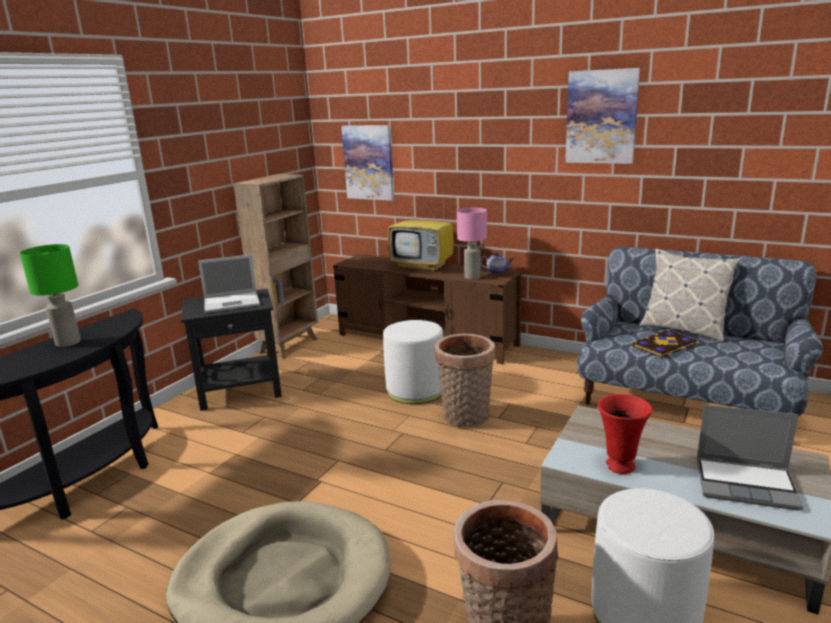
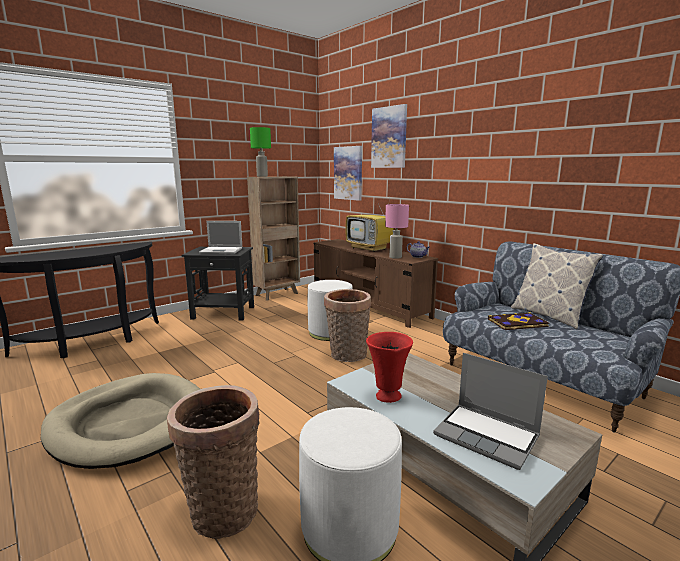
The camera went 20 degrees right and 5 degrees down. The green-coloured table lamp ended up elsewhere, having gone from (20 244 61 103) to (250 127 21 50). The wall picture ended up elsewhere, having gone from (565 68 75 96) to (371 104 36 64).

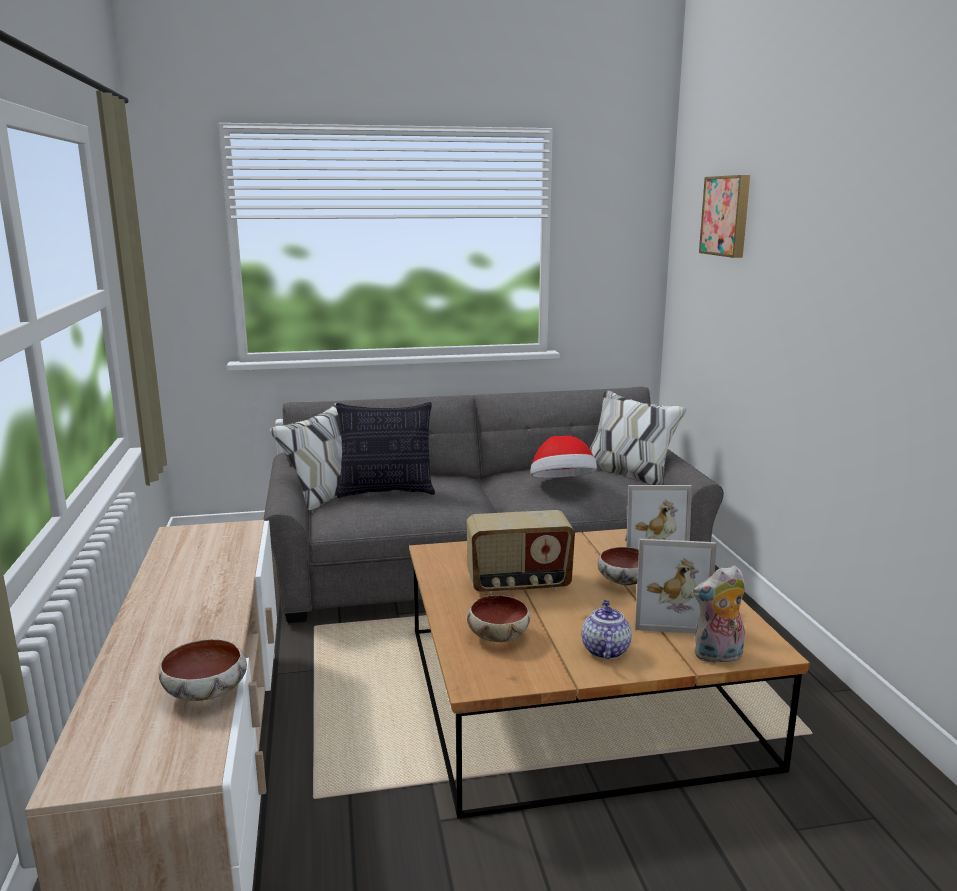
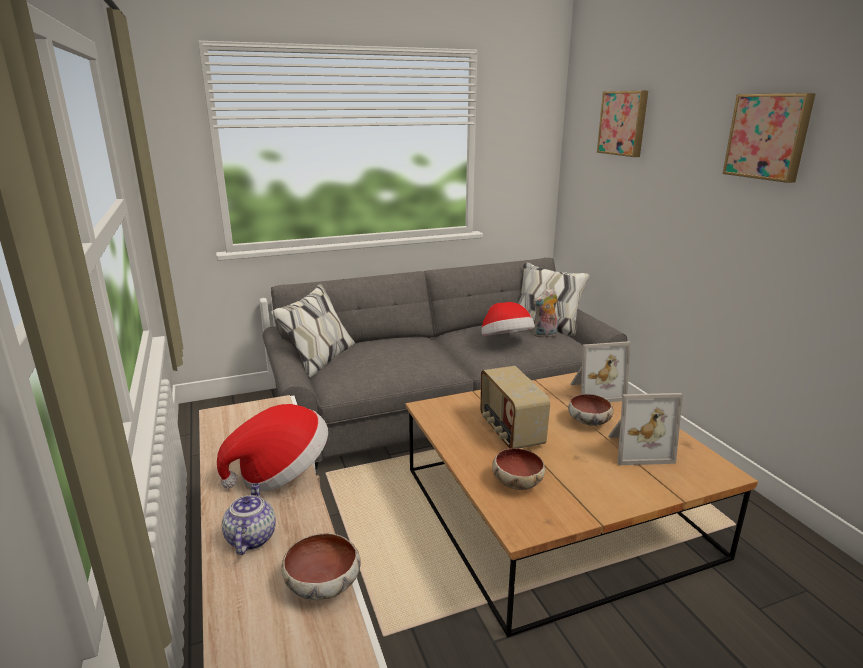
The camera went 10 degrees left and 5 degrees up. The second view gained the wearable hat at (217 404 111 88). The tea pot ended up elsewhere, having gone from (581 600 51 59) to (222 483 54 72). The radio at (466 510 109 84) ended up facing another way, 90 degrees clockwise from before. The cuddly toy ended up elsewhere, having gone from (693 565 52 98) to (533 288 25 50). The second view gained the wall picture at (723 93 93 90). The second view lost the pillow at (336 402 99 96).

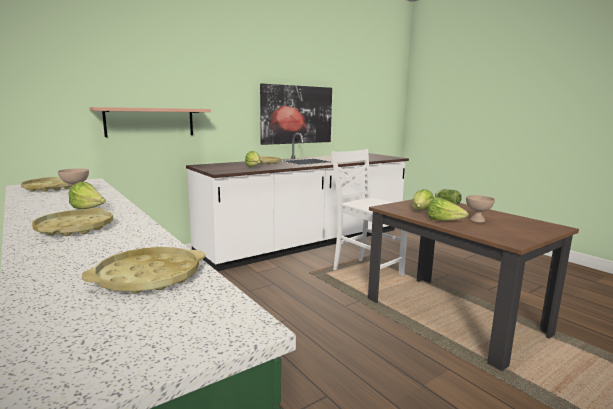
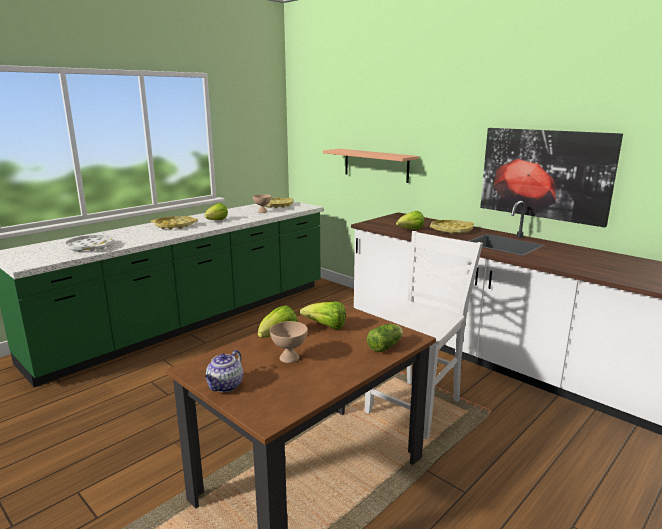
The camera went 80 degrees right and 5 degrees up. What was the yellow-coloured serving tray at (82 247 123 47) turned into the white serving tray at (65 235 49 17). The second view gained the tea pot at (205 350 38 42).

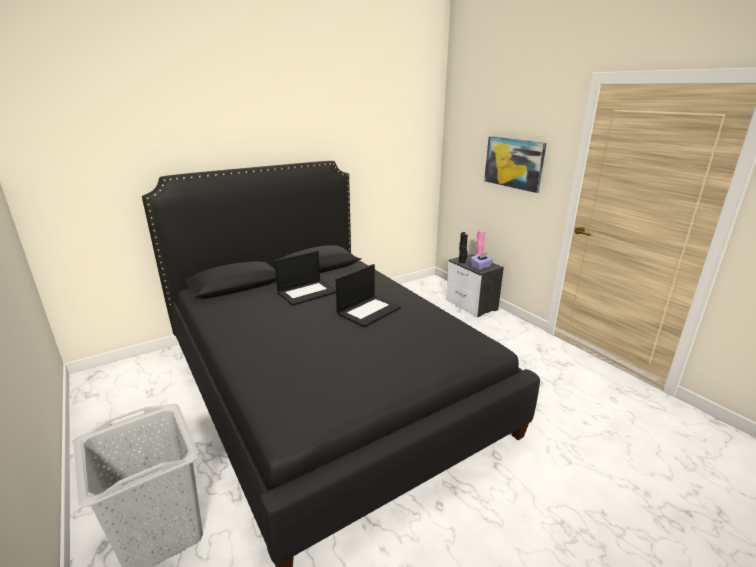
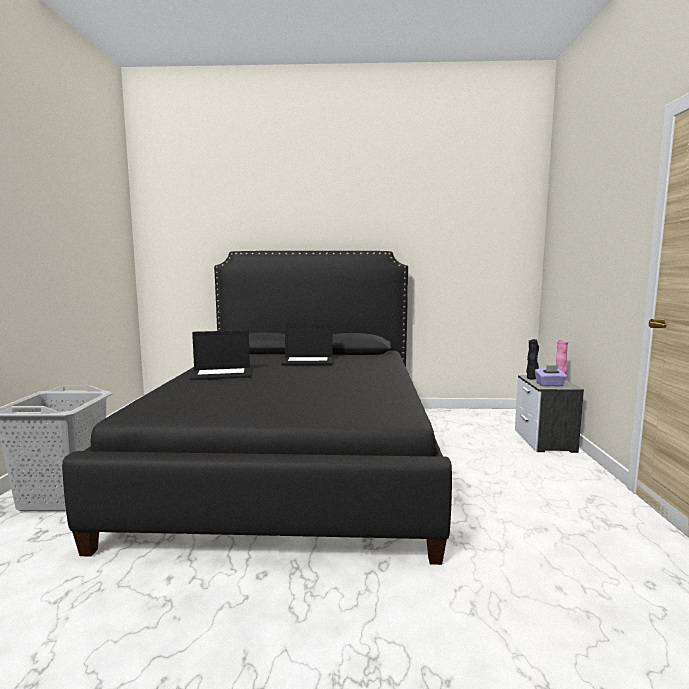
The camera went 35 degrees right and 15 degrees down. The portable computer ended up elsewhere, having gone from (336 264 65 63) to (189 330 62 50). The second view lost the wall picture at (484 136 62 57).

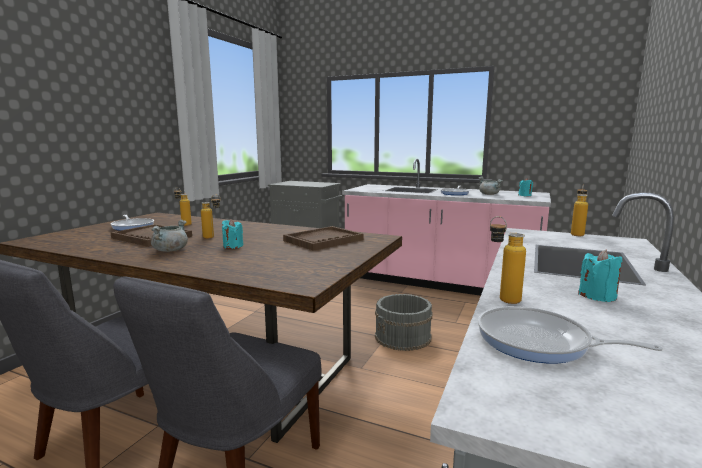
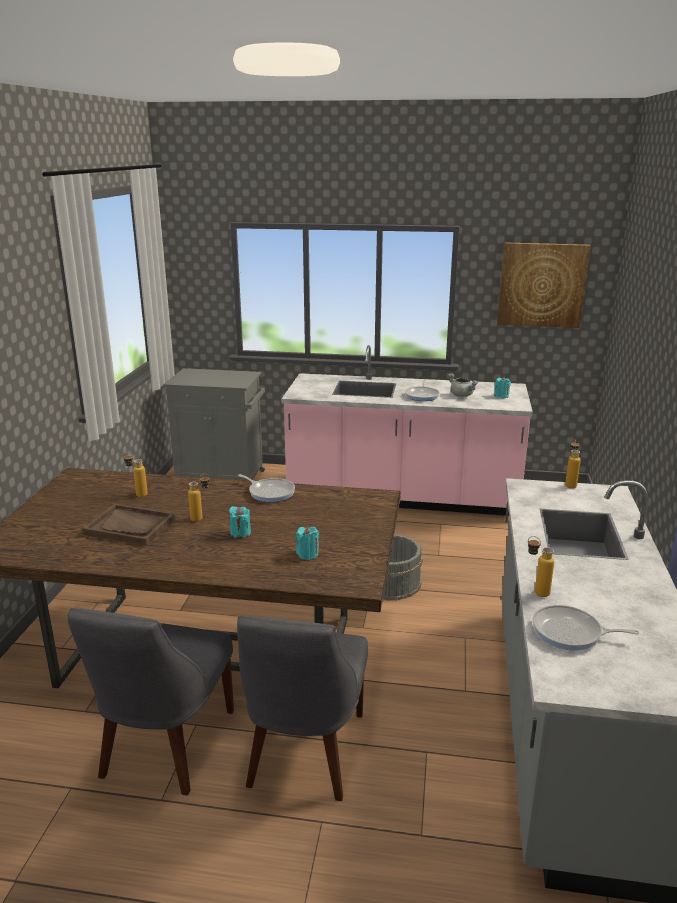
The camera went 15 degrees left and 10 degrees up. The skillet ended up elsewhere, having gone from (111 215 43 15) to (238 474 57 28). The turquoise candle ended up elsewhere, having gone from (578 249 44 53) to (296 526 23 34). The second view gained the wall picture at (497 242 94 86). The second view lost the grey saucepot at (151 220 37 32). The second view lost the brownish serving tray at (283 226 81 25).

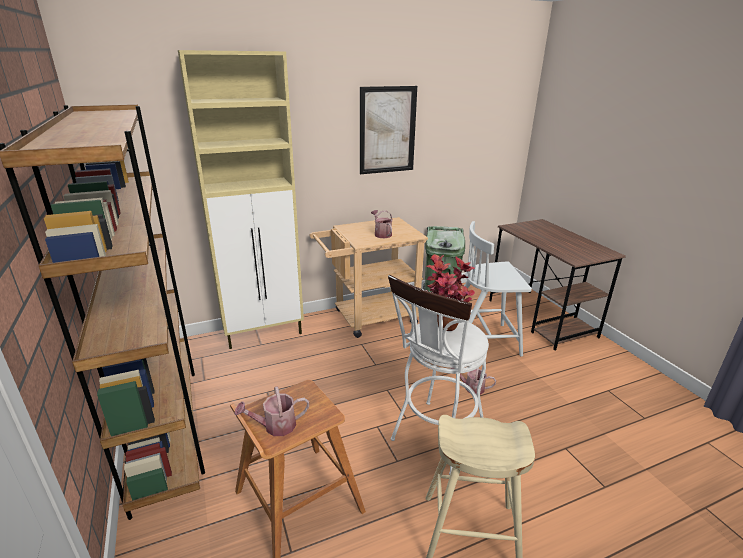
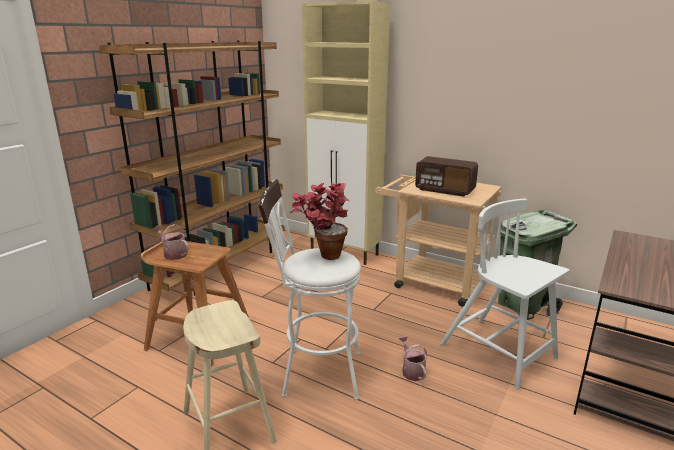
The camera went 55 degrees right and 5 degrees down. Where the watering can stood at (371 210 21 28), the radio came to stand at (415 156 63 41). The second view lost the wall picture at (360 86 57 88).

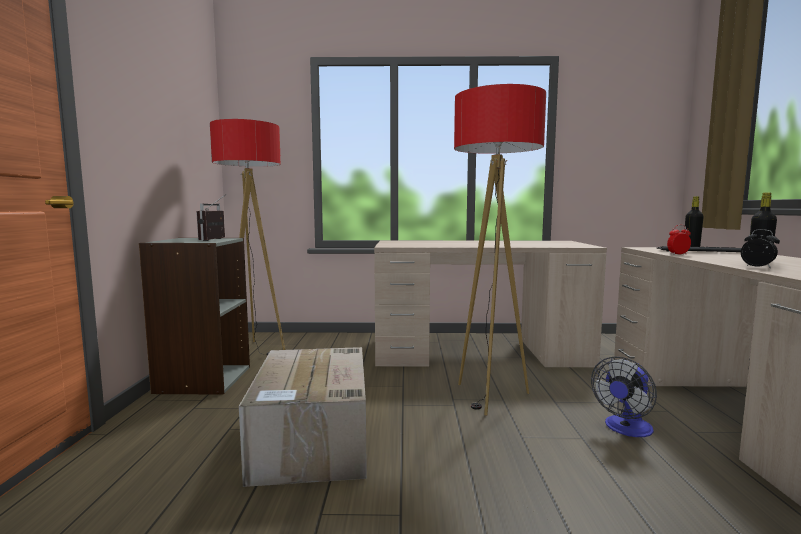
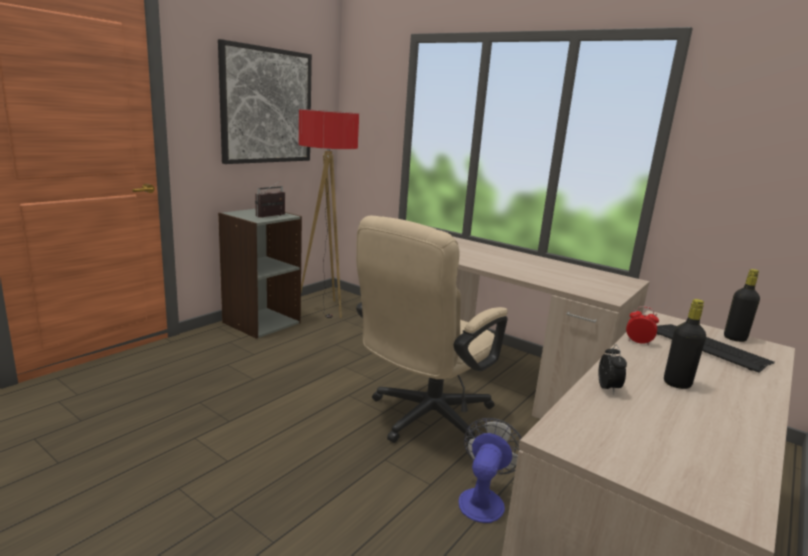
The camera went 35 degrees right and 10 degrees up. The second view gained the wall picture at (218 39 94 125). Where the floor lamp stood at (454 84 92 332), the beige computer chair came to stand at (356 216 152 230). The fan at (591 356 66 81) ended up facing another way, 120 degrees clockwise from before. The second view lost the packing box at (239 347 128 140).

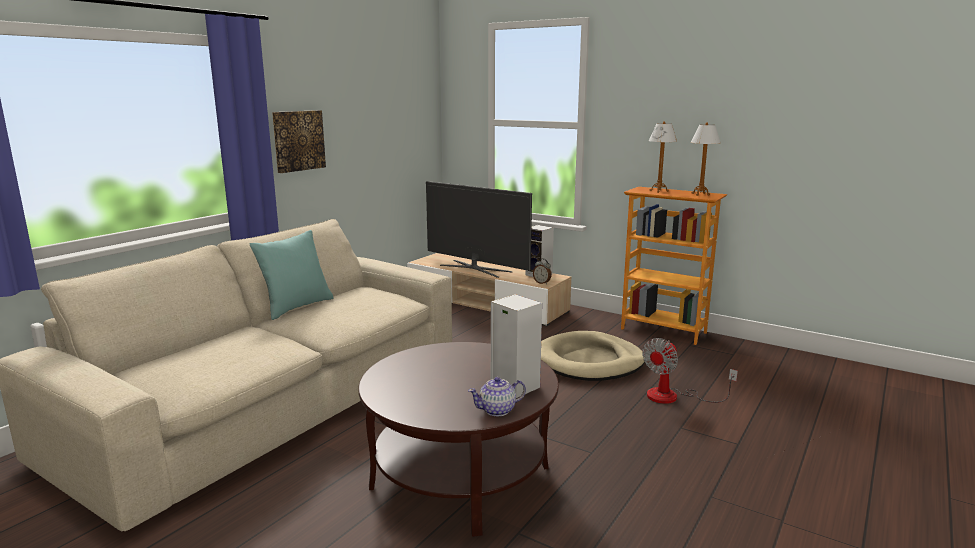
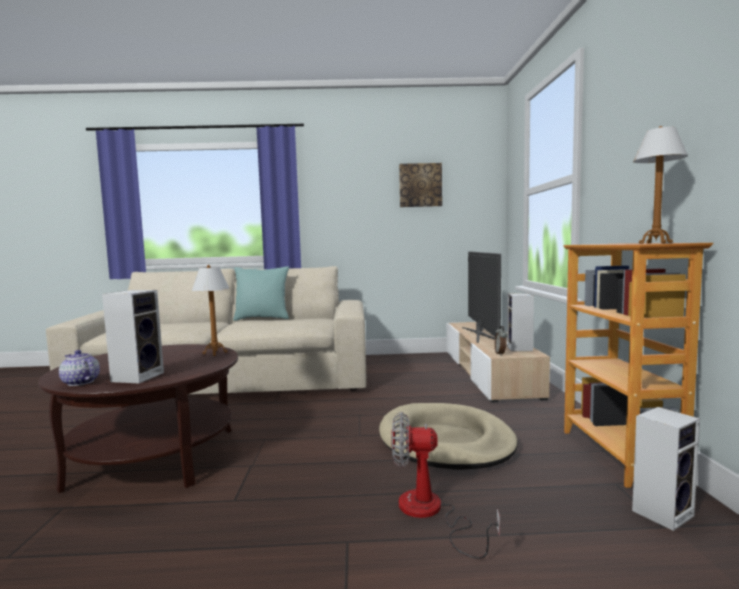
The camera went 55 degrees right and 10 degrees down. The table lamp ended up elsewhere, having gone from (649 121 28 72) to (192 265 38 91). The wall picture ended up elsewhere, having gone from (272 110 54 63) to (399 163 43 44). The second view gained the loudspeaker at (632 407 68 124).

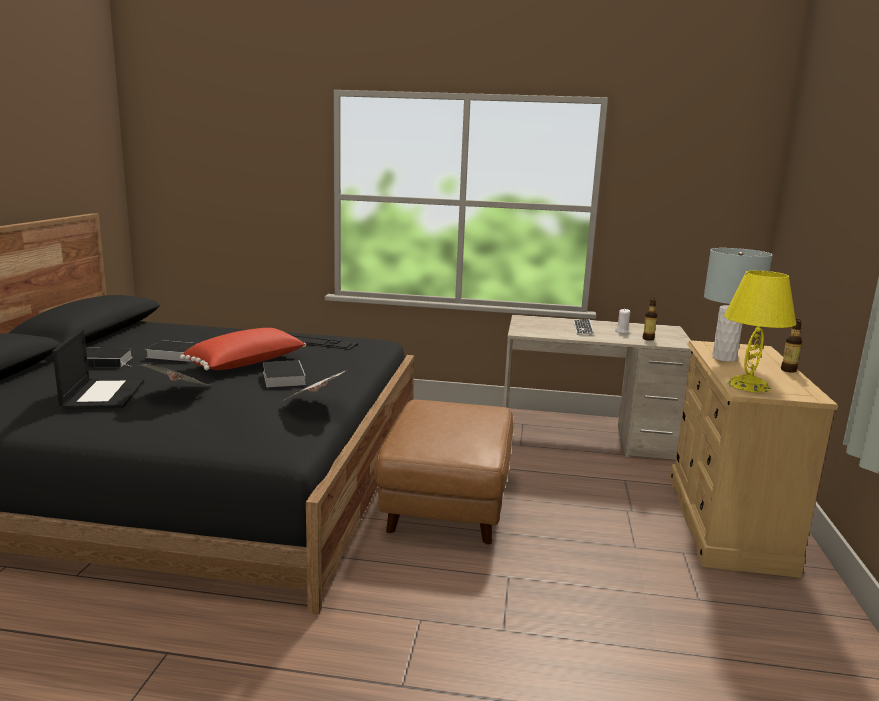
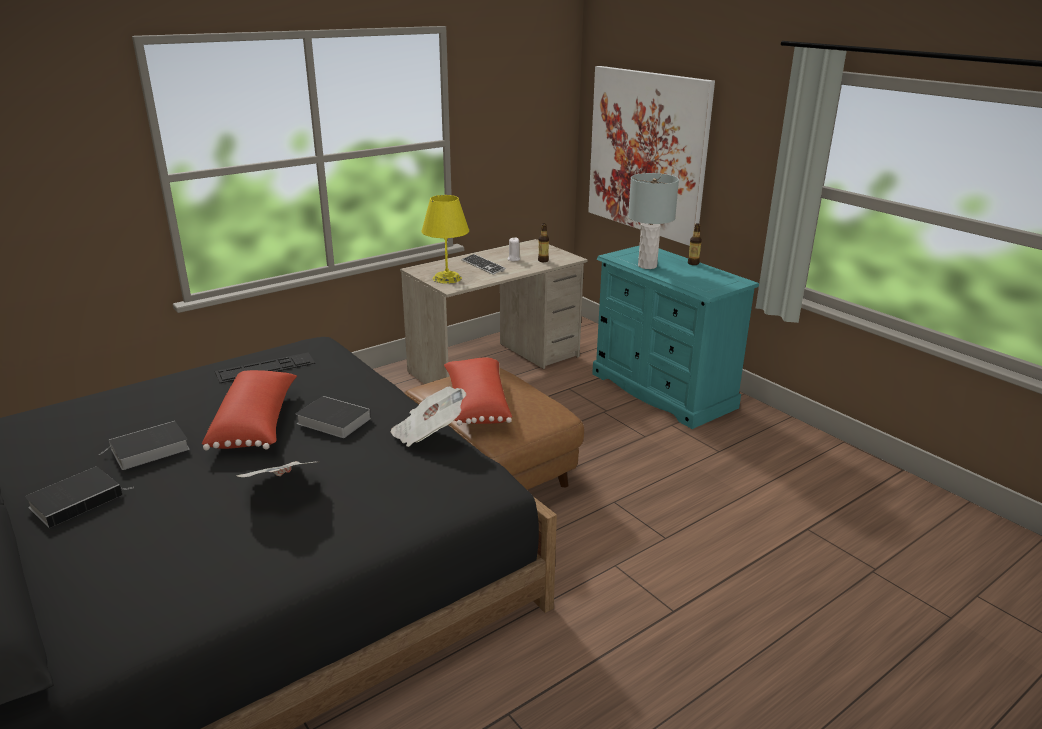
The camera went 45 degrees left and 10 degrees up. The yellow-coloured table lamp ended up elsewhere, having gone from (724 270 72 122) to (421 195 48 89). The second view gained the reddish pillow at (444 357 68 69). The second view gained the wall picture at (588 66 127 180). What was the beige chest of drawers at (670 340 168 238) turned into the turquoise chest of drawers at (592 246 167 183). The second view lost the portable computer at (52 329 92 80).

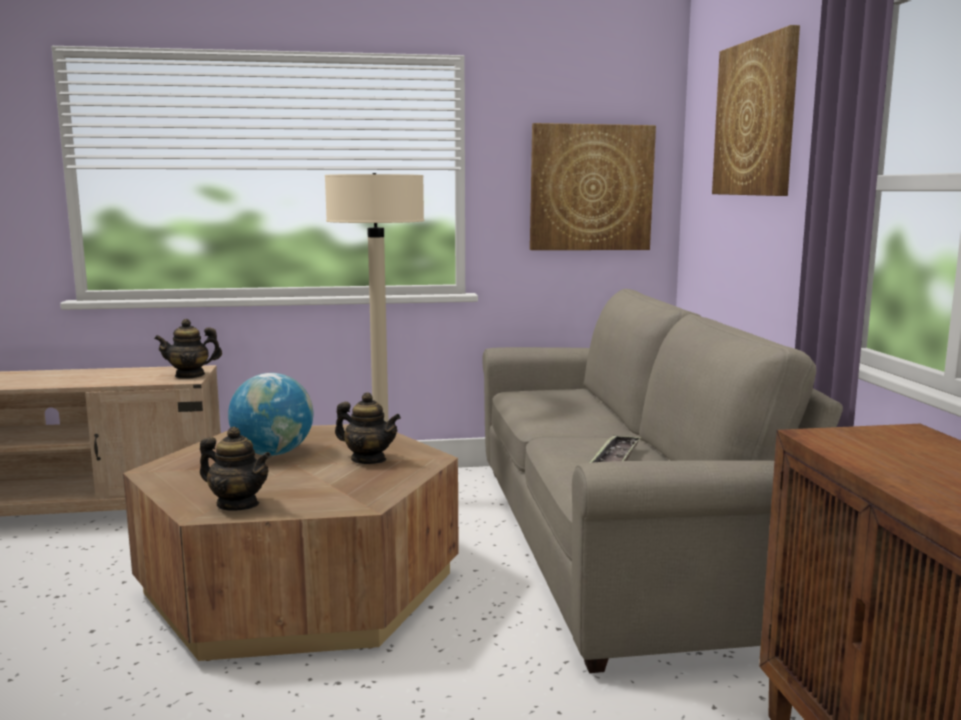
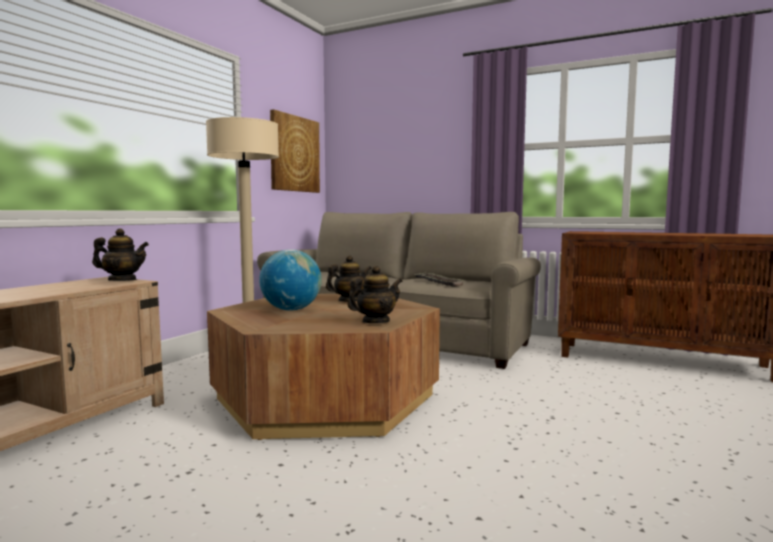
The camera went 55 degrees left and 5 degrees down. The tea pot at (154 319 68 60) ended up facing another way, 105 degrees counterclockwise from before. The second view lost the wall picture at (712 25 88 171).

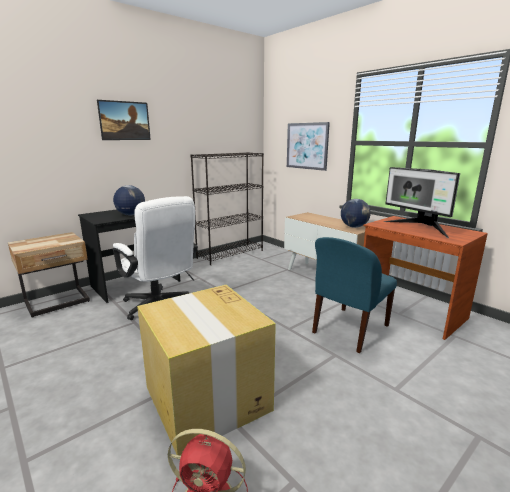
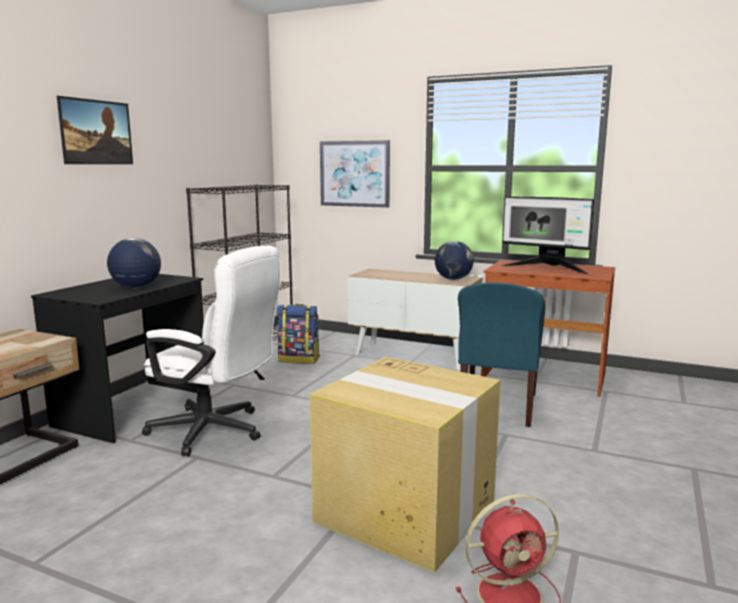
The camera went 25 degrees left and 5 degrees down. The second view gained the knapsack at (277 304 43 60).

